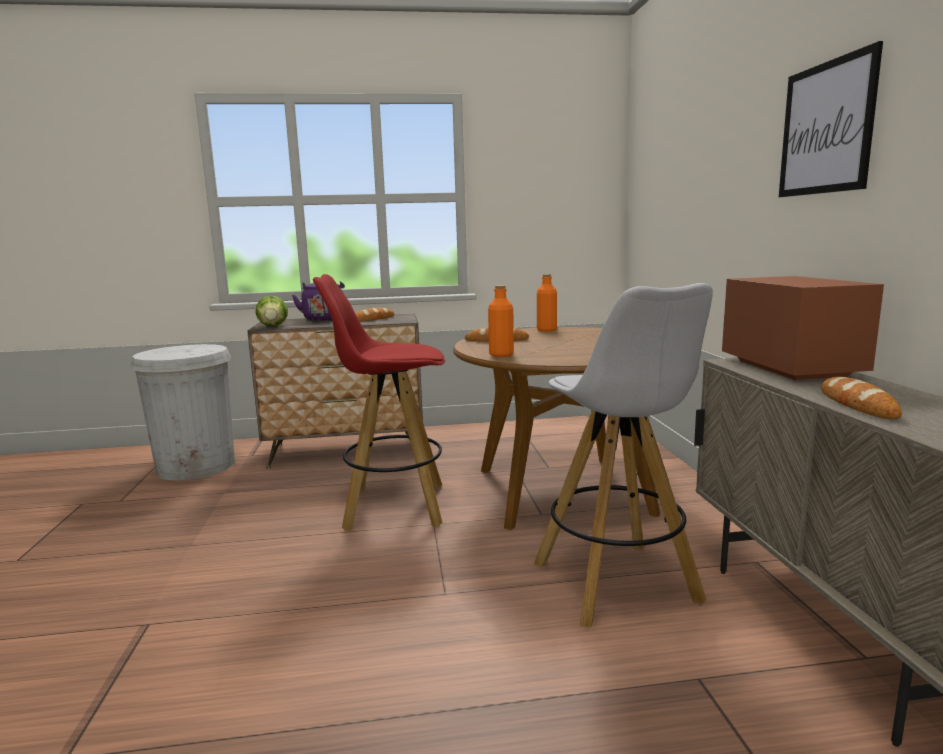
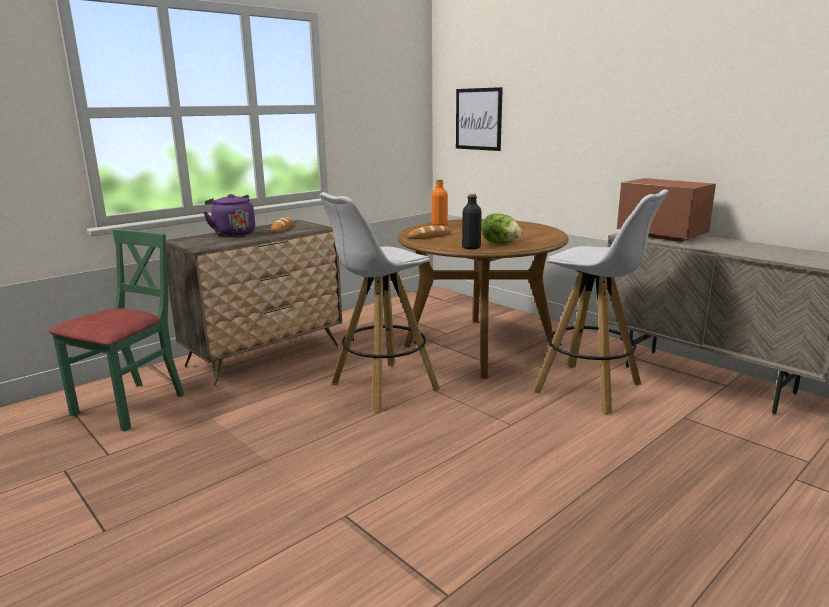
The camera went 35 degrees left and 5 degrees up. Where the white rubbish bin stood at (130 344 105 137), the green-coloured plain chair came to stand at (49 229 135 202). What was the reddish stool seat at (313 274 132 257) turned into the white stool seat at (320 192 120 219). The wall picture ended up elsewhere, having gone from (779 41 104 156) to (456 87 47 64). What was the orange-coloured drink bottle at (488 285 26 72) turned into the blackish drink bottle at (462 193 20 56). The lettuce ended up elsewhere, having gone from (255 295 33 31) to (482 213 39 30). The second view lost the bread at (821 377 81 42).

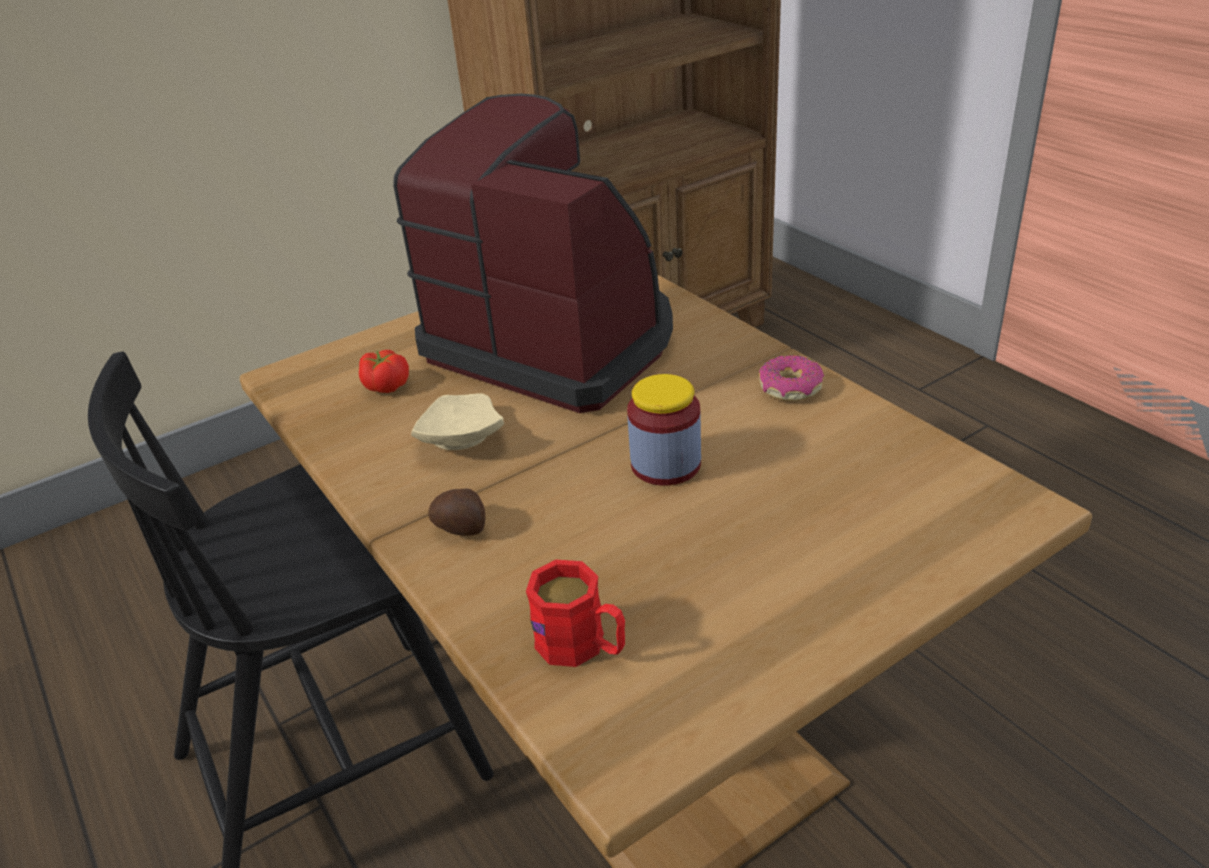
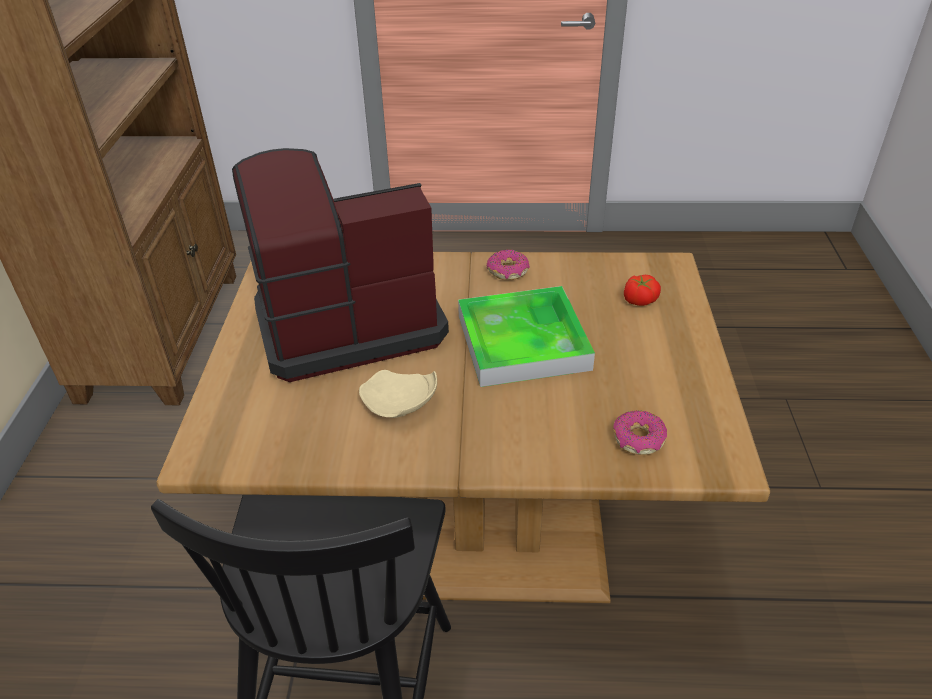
The camera went 55 degrees left and 5 degrees up. Where the jar stood at (627 374 74 112), the serving tray came to stand at (458 286 137 101). Where the reddish tea mug stood at (526 560 99 107), the doughnut came to stand at (613 411 54 44). The whole tomato ended up elsewhere, having gone from (359 350 50 43) to (624 275 37 31). The second view lost the spud at (428 489 57 47).

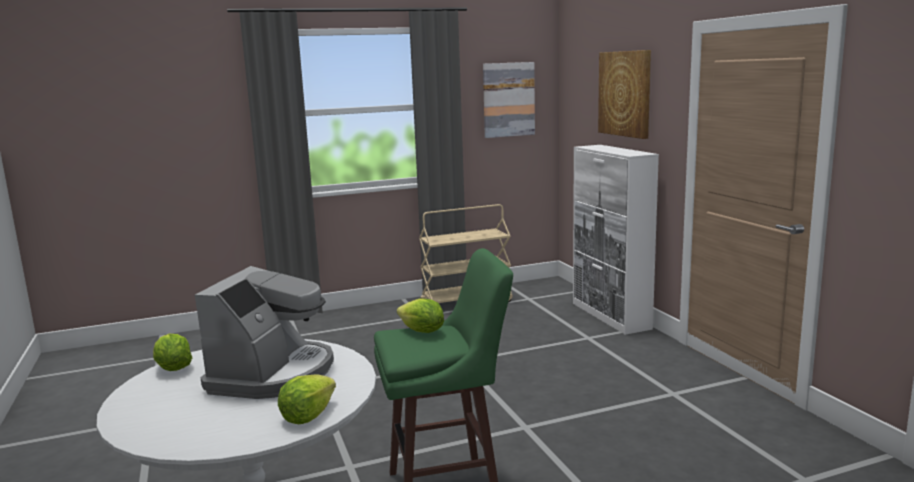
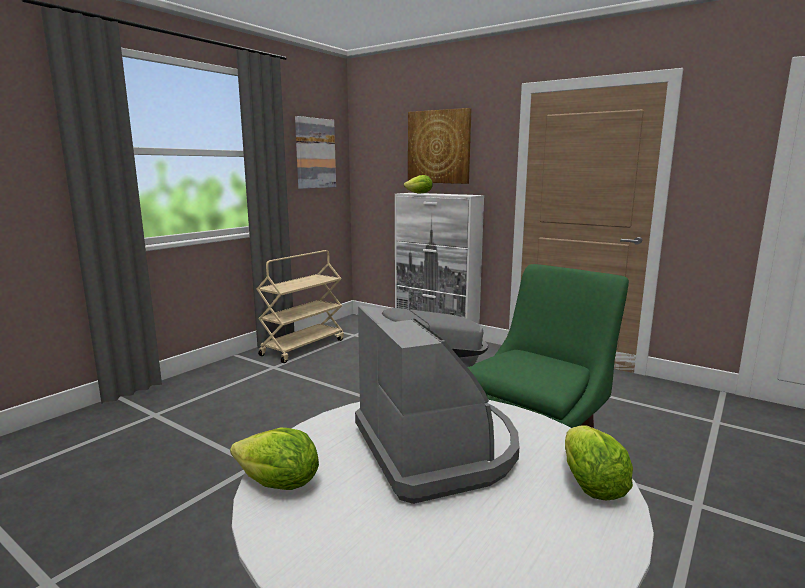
The camera went 35 degrees left and 0 degrees up. The lettuce ended up elsewhere, having gone from (397 298 47 35) to (404 175 28 18).

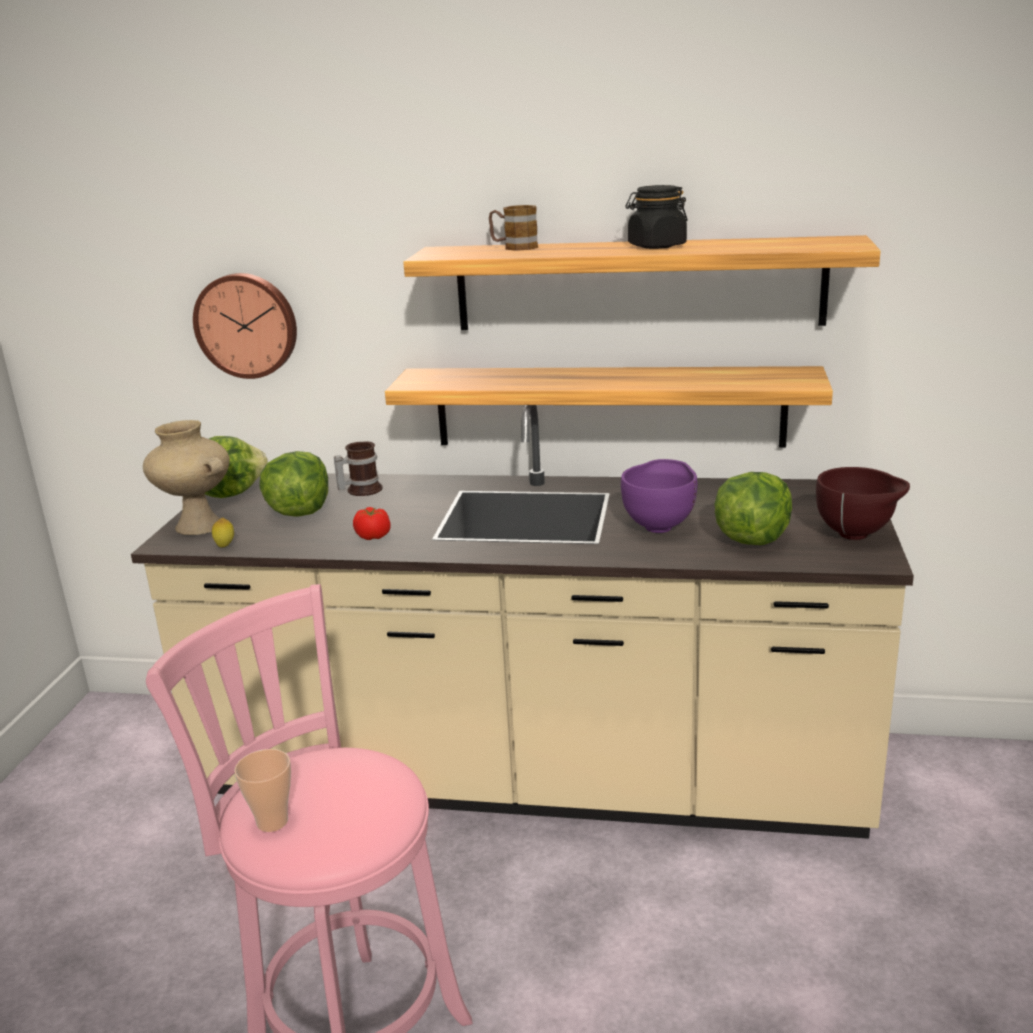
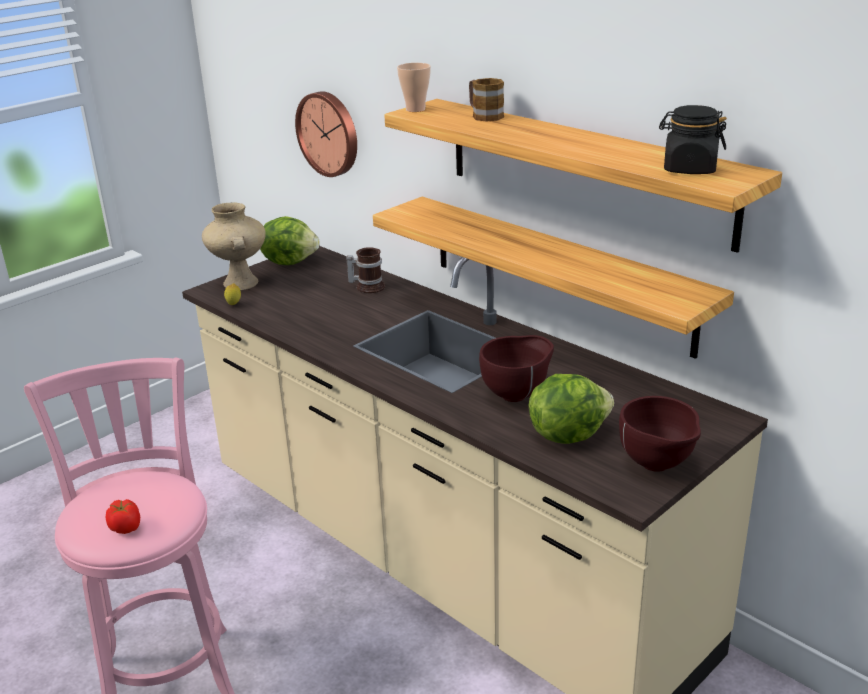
The camera went 35 degrees right and 5 degrees up. The whole tomato ended up elsewhere, having gone from (353 507 38 33) to (105 499 35 35). The drinking cup ended up elsewhere, having gone from (234 749 57 83) to (397 63 34 49). What was the purple bowl at (621 459 77 74) turned into the brownish bowl at (479 335 75 67). The blackish jar ended up elsewhere, having gone from (626 185 62 64) to (659 105 68 69). The second view lost the lettuce at (259 451 69 65).

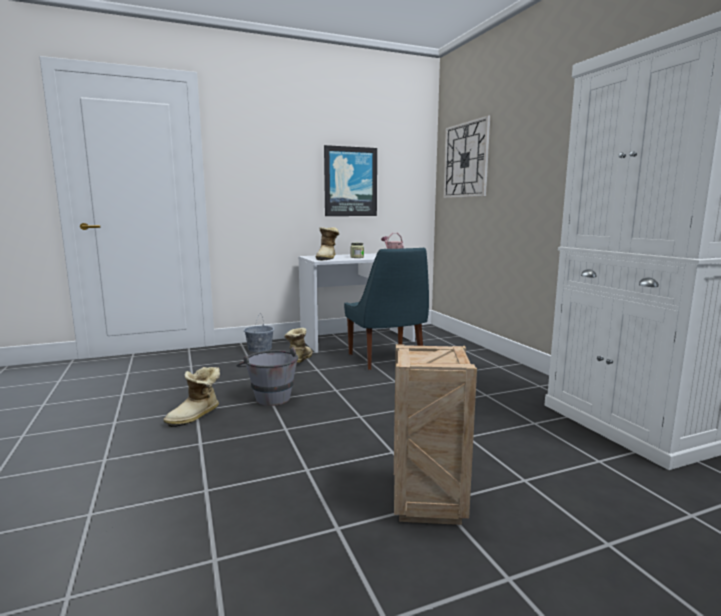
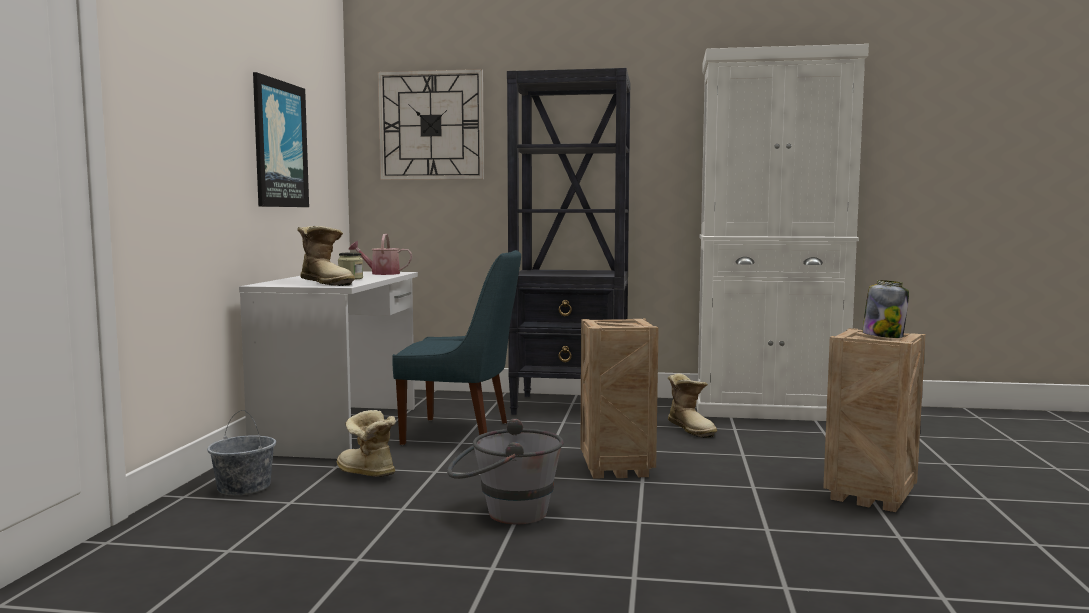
The camera went 60 degrees left and 5 degrees down. The second view gained the blackish bookshelf at (507 68 123 347). The second view gained the crate at (580 318 79 161). The high-top boot ended up elsewhere, having gone from (163 367 57 60) to (668 374 49 64). The second view gained the jar at (862 280 47 58).

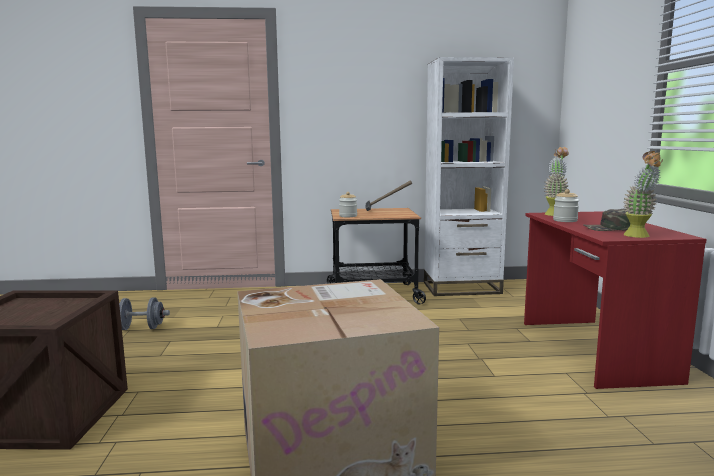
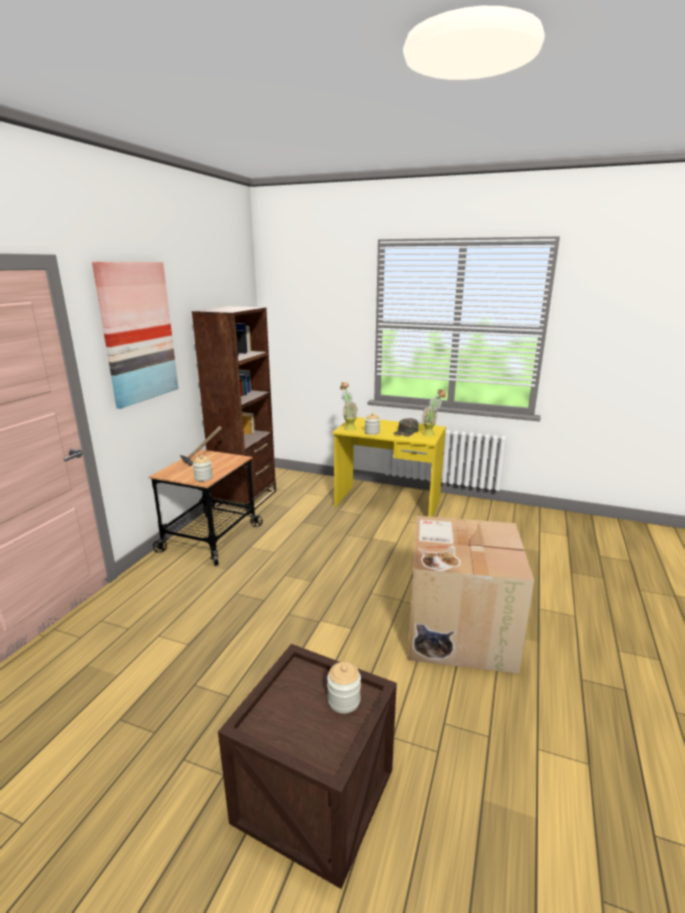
The camera went 65 degrees left and 10 degrees up. The second view gained the wall picture at (92 262 86 147). What was the white bookshelf at (424 57 90 239) turned into the brownish bookshelf at (192 306 84 209). The second view gained the jar at (327 662 34 52). What was the reddish desk at (524 211 183 178) turned into the yellow-coloured desk at (332 417 114 100). The second view lost the grey free weight at (119 297 51 33).

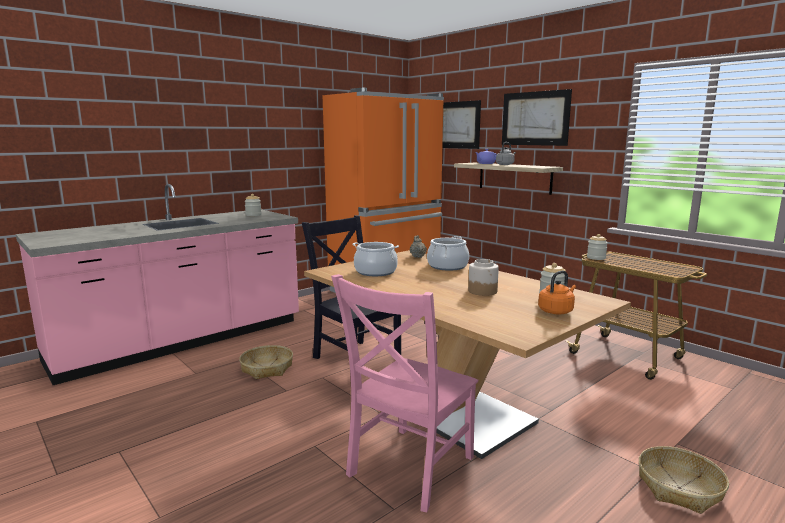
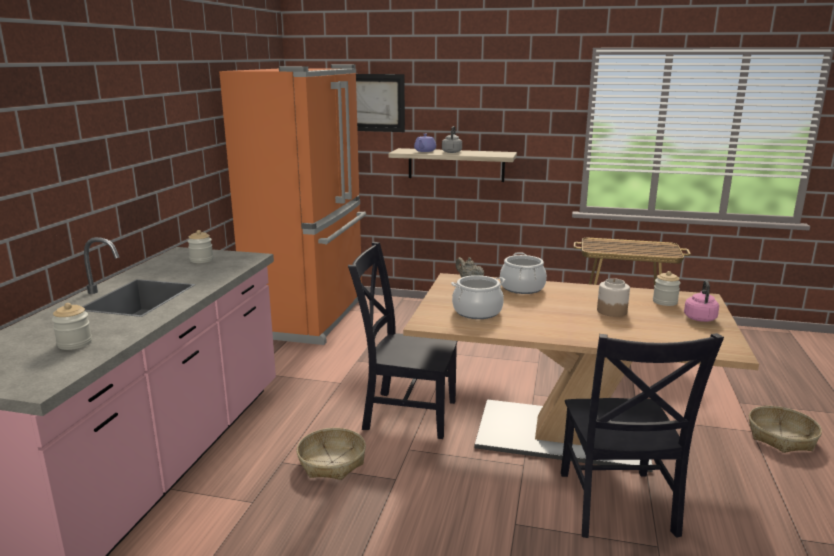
The camera went 35 degrees left and 5 degrees up. The jar ended up elsewhere, having gone from (587 234 21 26) to (52 303 40 47). What was the pink plain chair at (331 274 147 238) turned into the blackish plain chair at (561 333 163 205). What was the orange-coloured kettle at (538 271 38 43) turned into the pink kettle at (684 280 35 42). The second view lost the wall picture at (502 89 70 57).

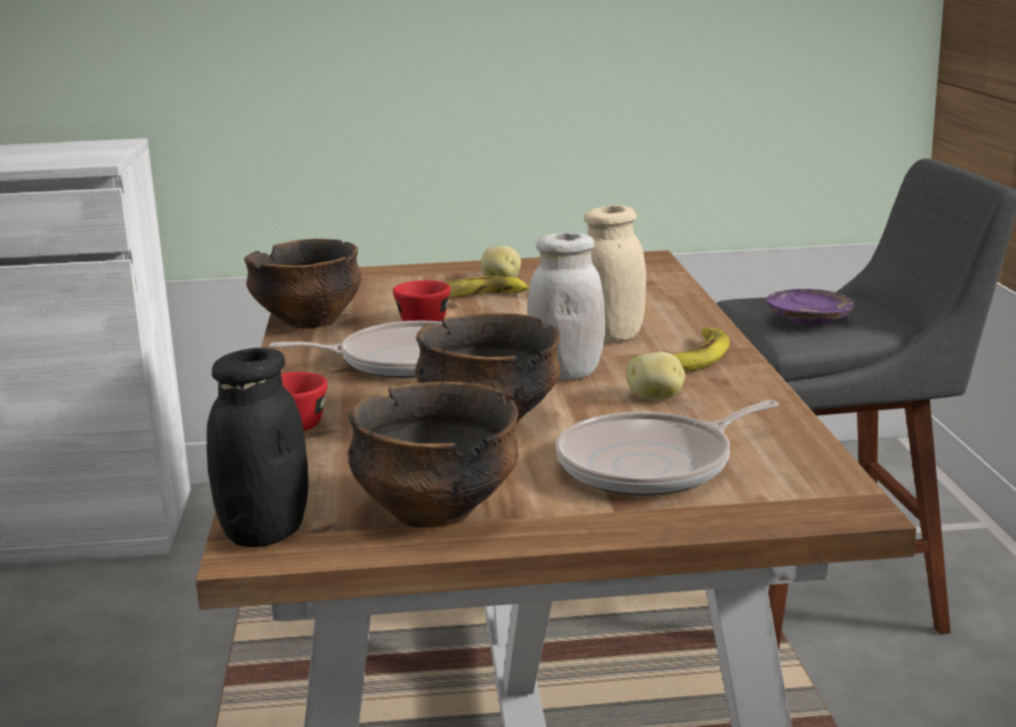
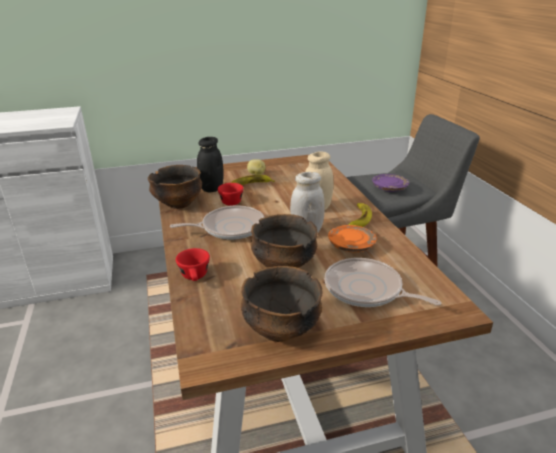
The camera went 10 degrees left and 10 degrees up. The blackish jar ended up elsewhere, having gone from (207 348 101 199) to (197 137 27 55). The skillet at (556 400 223 95) ended up facing another way, 75 degrees clockwise from before. Where the spud stood at (626 352 59 48), the orange-coloured dinner plate came to stand at (328 225 49 27).

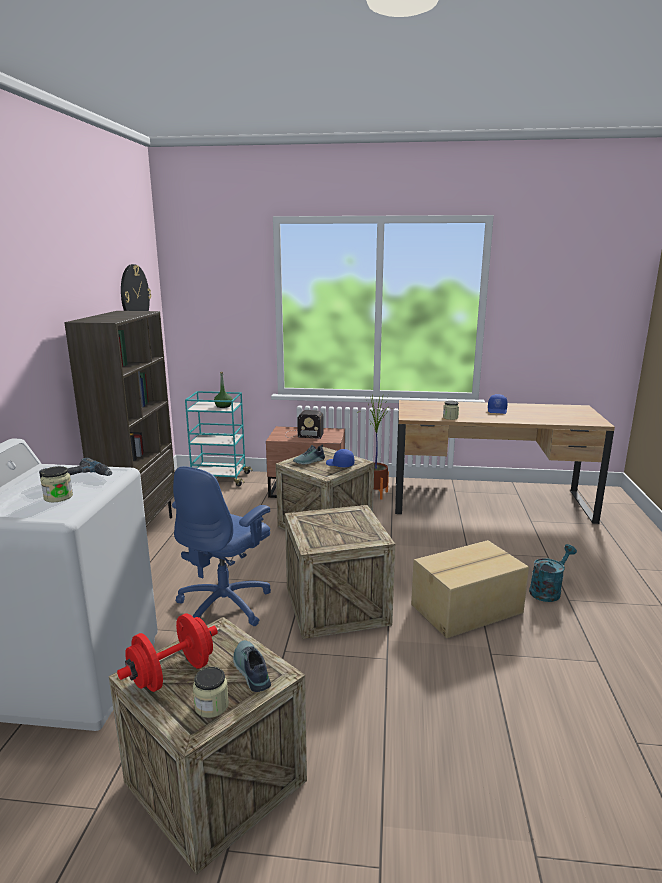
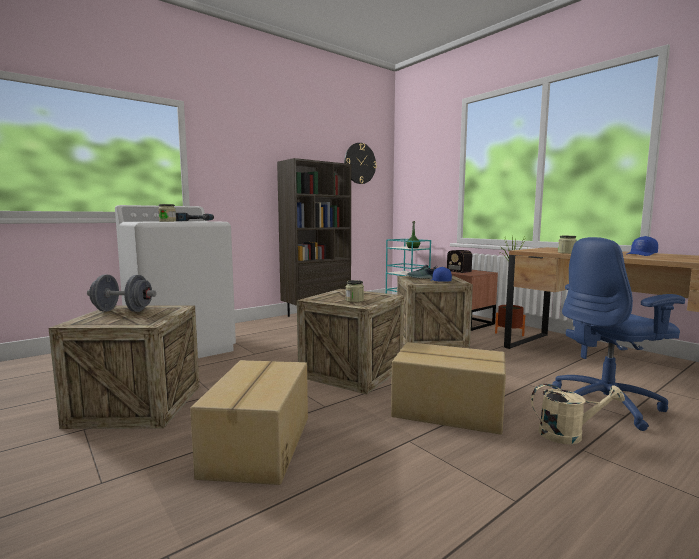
The camera went 45 degrees right and 10 degrees down. What was the reddish free weight at (117 613 101 79) turned into the grey free weight at (87 275 69 37). The second view gained the packing box at (190 360 118 125). The jar ended up elsewhere, having gone from (193 667 36 51) to (346 280 18 22). What was the turquoise watering can at (529 544 48 58) turned into the beige watering can at (531 384 94 60). The blue computer chair ended up elsewhere, having gone from (172 466 99 160) to (552 237 133 194). The second view lost the shoe at (233 640 38 52).

